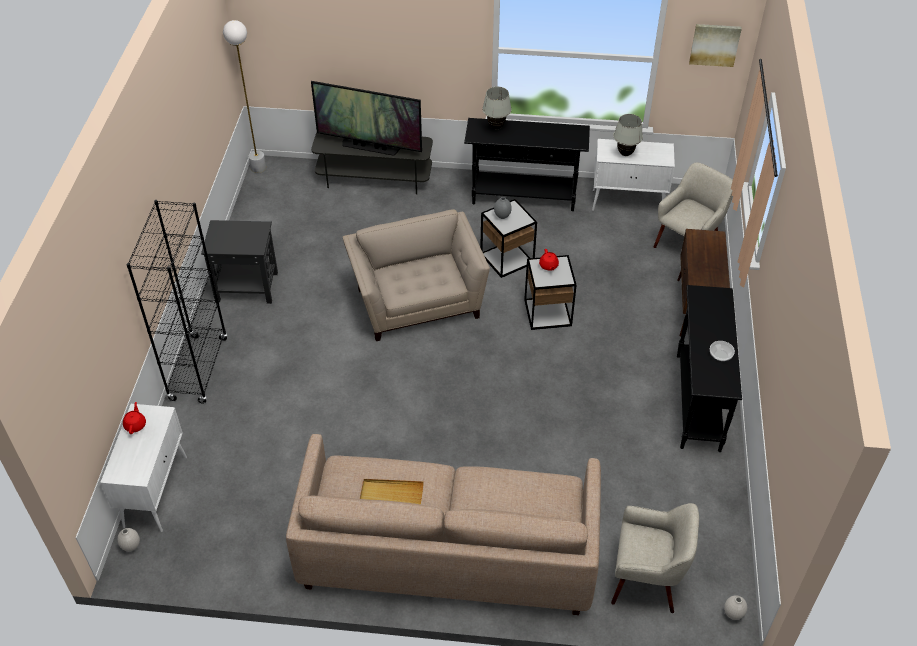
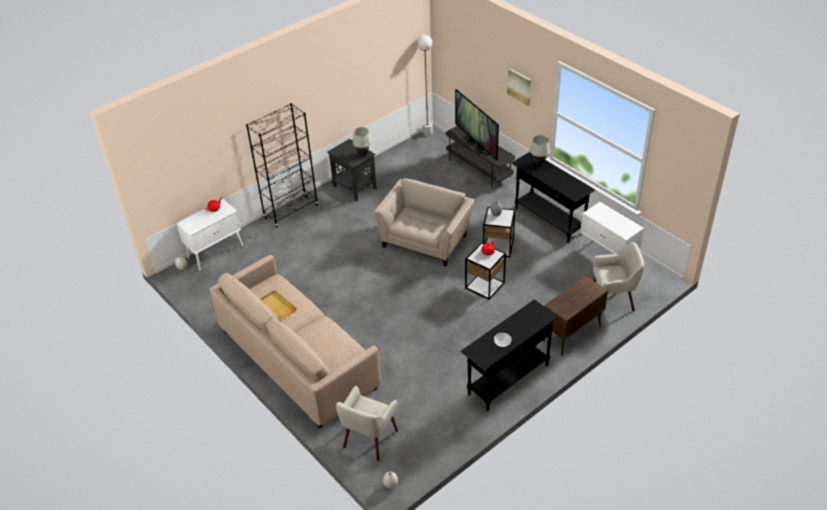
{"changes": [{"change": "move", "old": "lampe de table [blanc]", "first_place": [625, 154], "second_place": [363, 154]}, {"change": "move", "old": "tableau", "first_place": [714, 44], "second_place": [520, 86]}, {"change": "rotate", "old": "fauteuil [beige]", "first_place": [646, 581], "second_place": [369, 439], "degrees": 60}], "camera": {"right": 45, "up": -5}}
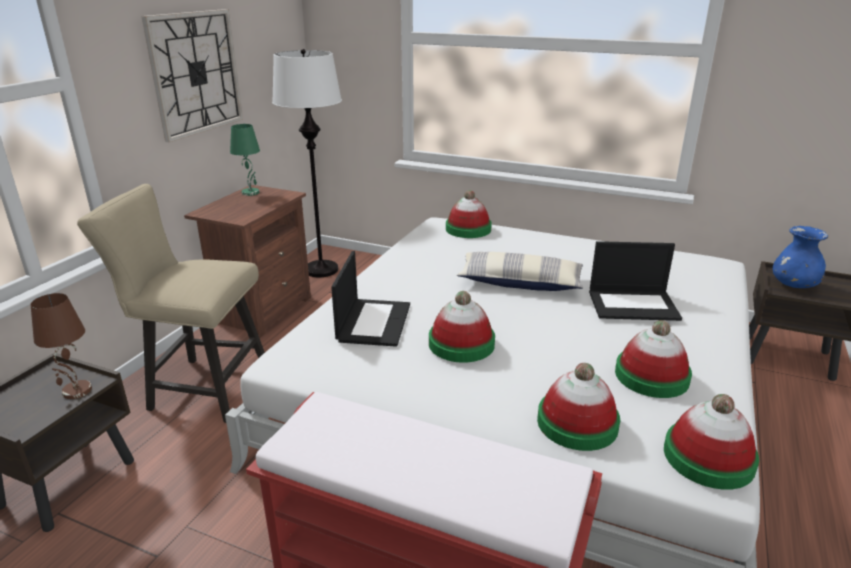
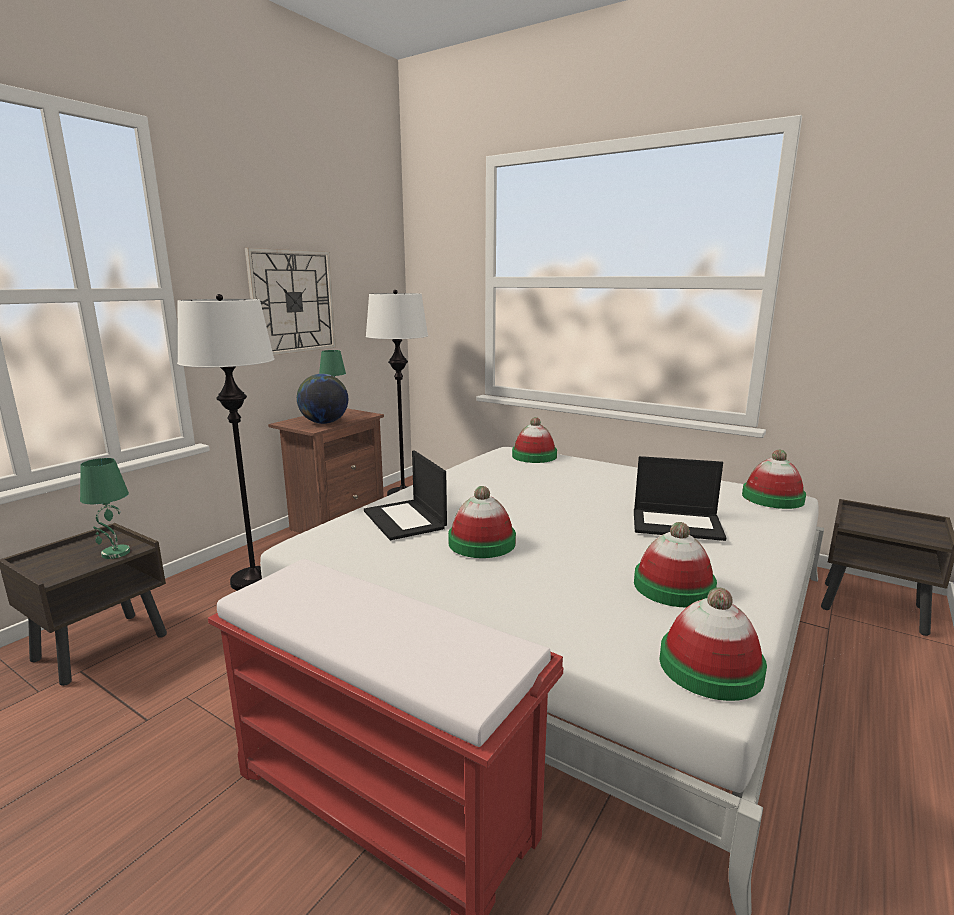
{"changes": [{"change": "delete", "old": "coussin", "first_place": [520, 282]}, {"change": "delete", "old": "vase [bleu]", "first_place": [793, 285]}, {"change": "insert", "new": "globe", "second_place": [324, 423]}, {"change": "move", "old": "chapeau", "first_place": [577, 423], "second_place": [772, 498]}, {"change": "replace", "old": "chaise [beige]", "new": "lampadaire [blanc]", "first_place": [201, 387], "second_place": [254, 580]}, {"change": "recolor", "old": "lampe de table [marron]", "new": "lampe de table [vert]", "first_place": [76, 391], "second_place": [115, 553]}, {"change": "rotate", "old": "ordinateur portable", "first_place": [373, 322], "second_place": [405, 520], "degrees": 135}], "camera": {"right": 10, "up": -10}}
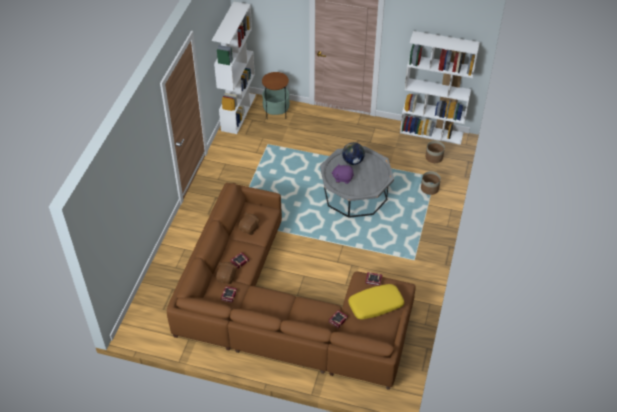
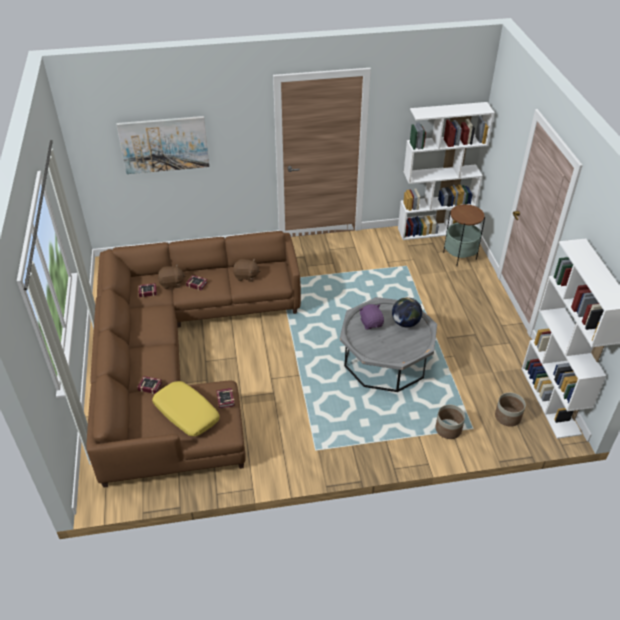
{"changes": [{"change": "insert", "new": "tableau", "second_place": [164, 144]}], "camera": {"right": 65, "up": -5}}
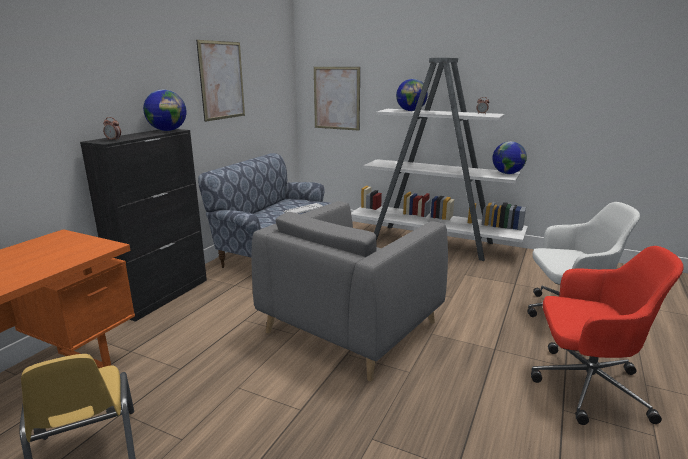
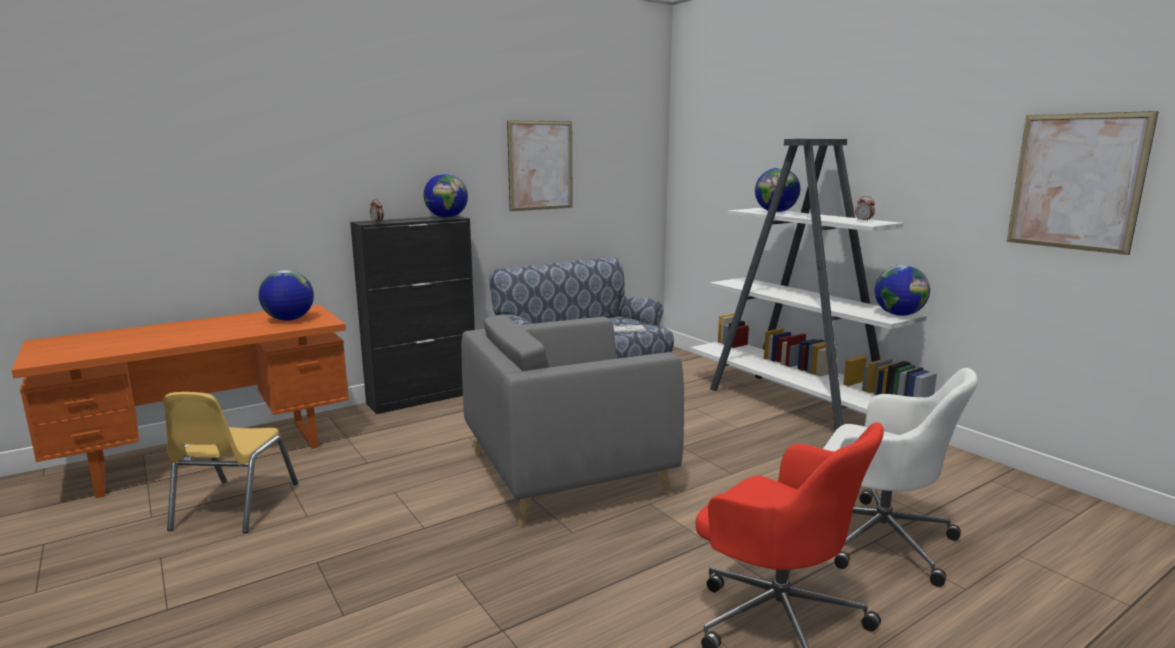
{"changes": [{"change": "insert", "new": "globe", "second_place": [289, 319]}, {"change": "move", "old": "tableau", "first_place": [336, 98], "second_place": [1076, 182]}], "camera": {"right": 30, "up": -5}}
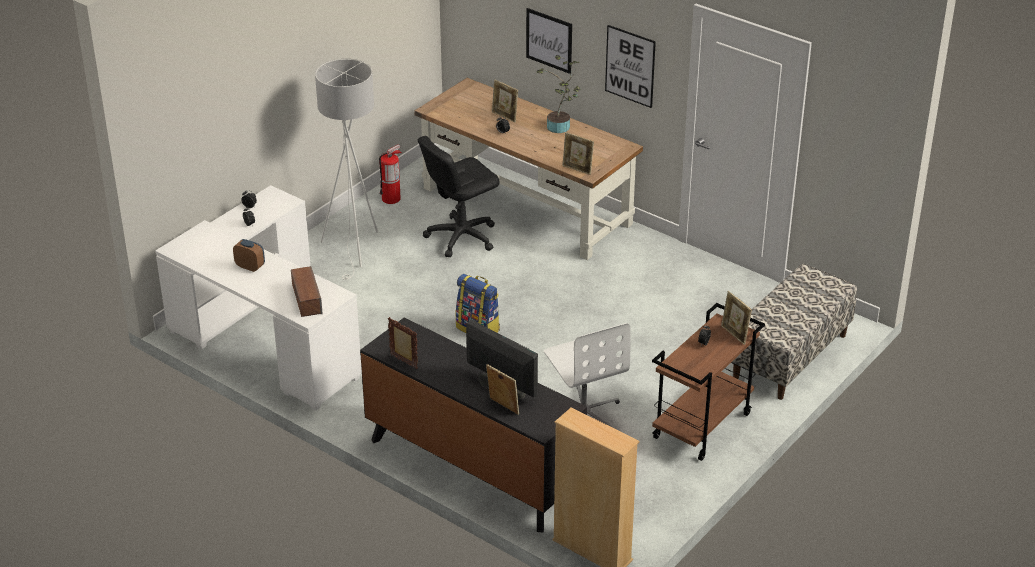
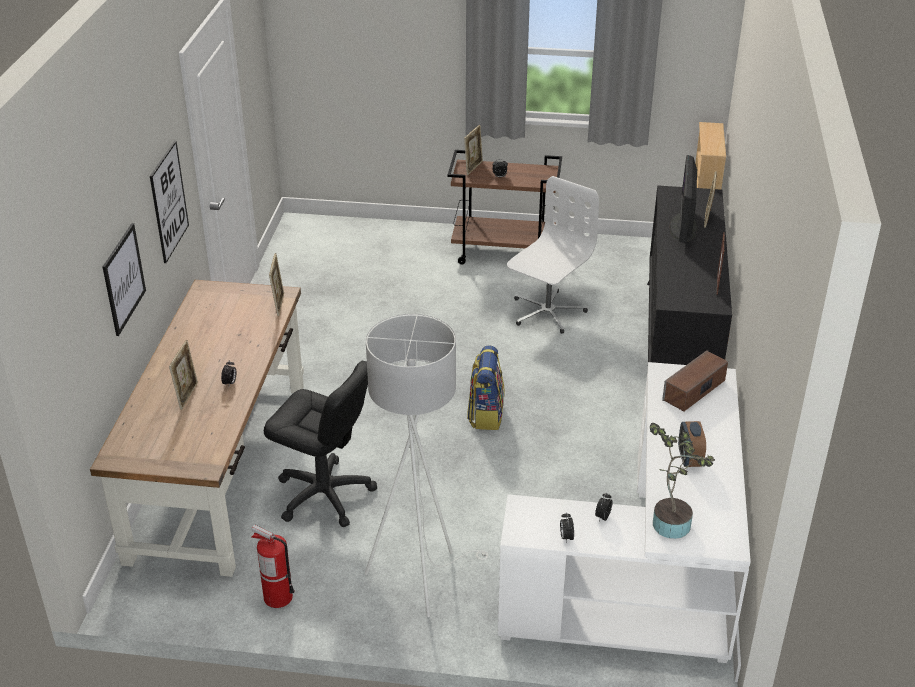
{"changes": [{"change": "delete", "old": "banc", "first_place": [790, 356]}, {"change": "move", "old": "plante en pot", "first_place": [560, 128], "second_place": [671, 521]}], "camera": {"right": -120, "up": 0}}
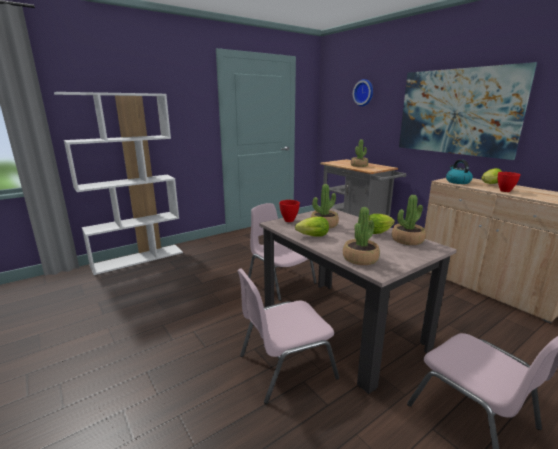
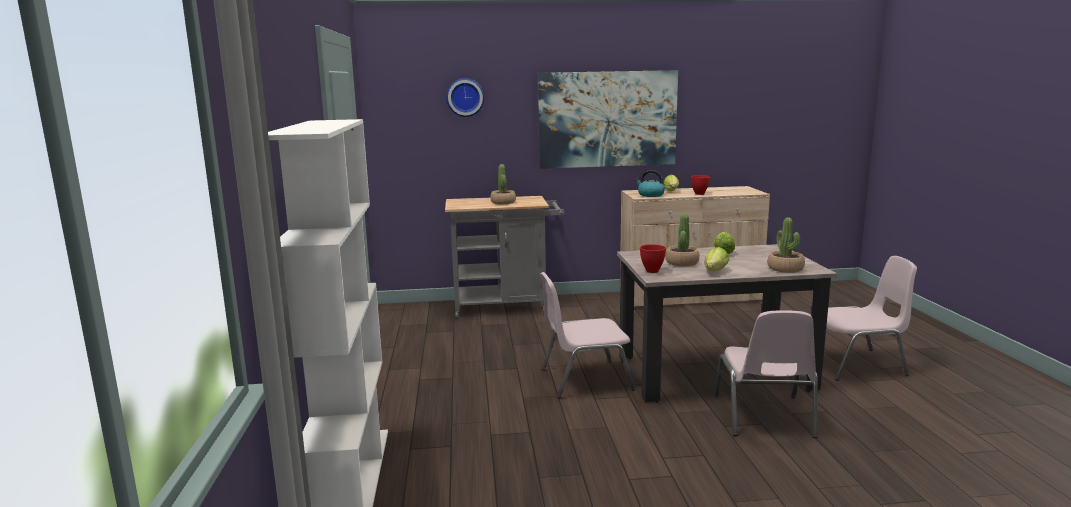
{"changes": [{"change": "delete", "old": "plante en pot", "first_place": [407, 240]}], "camera": {"right": -60, "up": -5}}
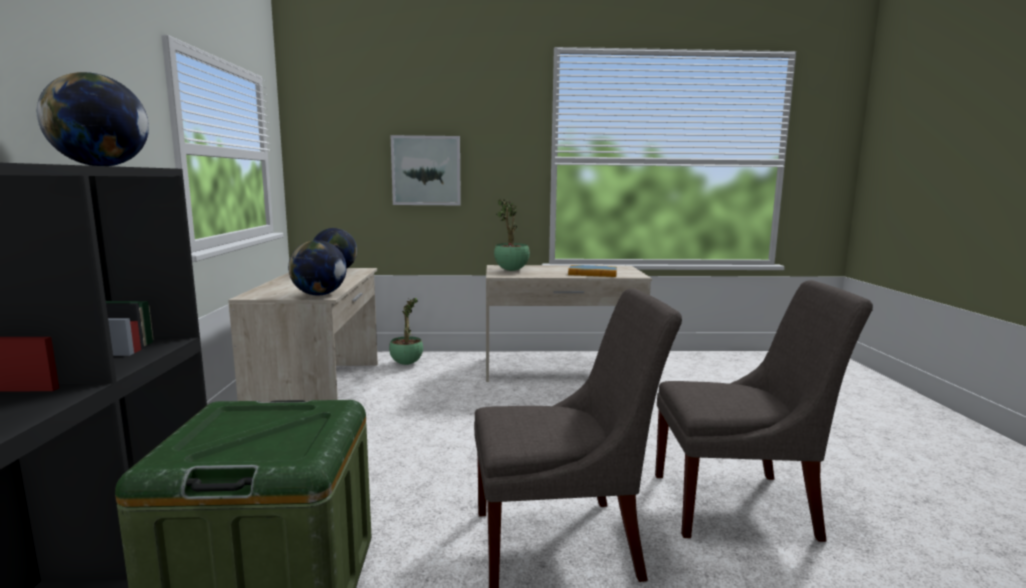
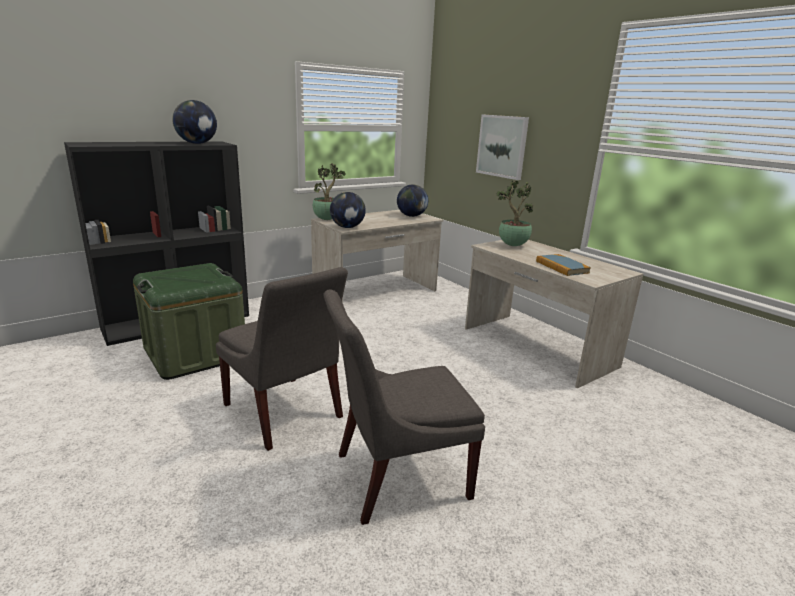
{"changes": [{"change": "move", "old": "plante en pot", "first_place": [406, 363], "second_place": [327, 219]}, {"change": "rotate", "old": "chaise [gris]", "first_place": [740, 505], "second_place": [395, 476], "degrees": 105}], "camera": {"right": 55, "up": 10}}
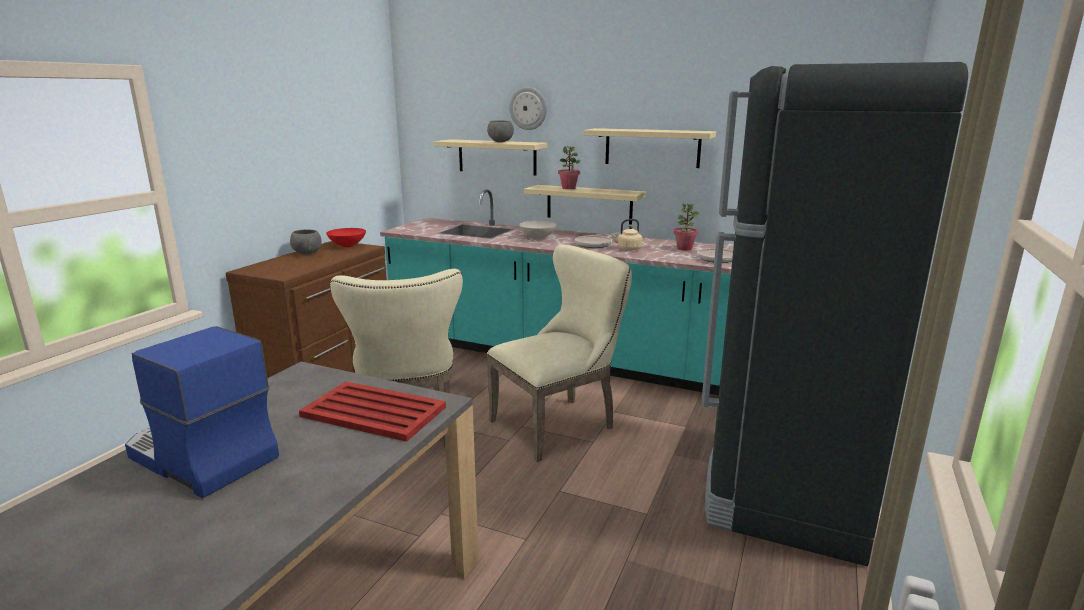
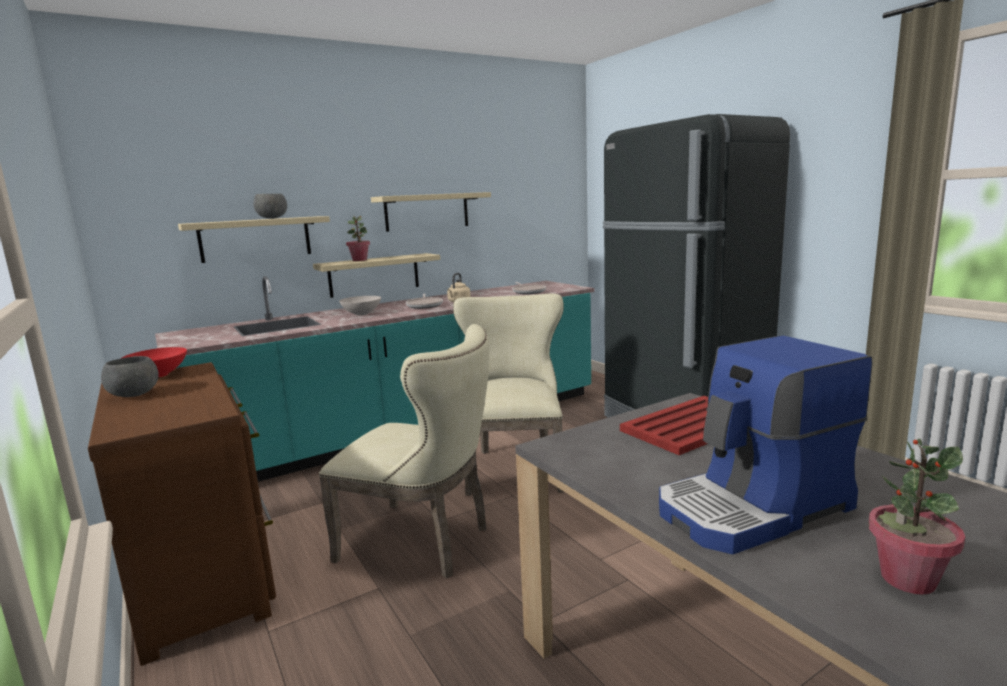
{"changes": [{"change": "delete", "old": "horloge murale", "first_place": [528, 108]}, {"change": "move", "old": "plante en pot", "first_place": [684, 248], "second_place": [907, 579]}], "camera": {"right": -55, "up": -5}}
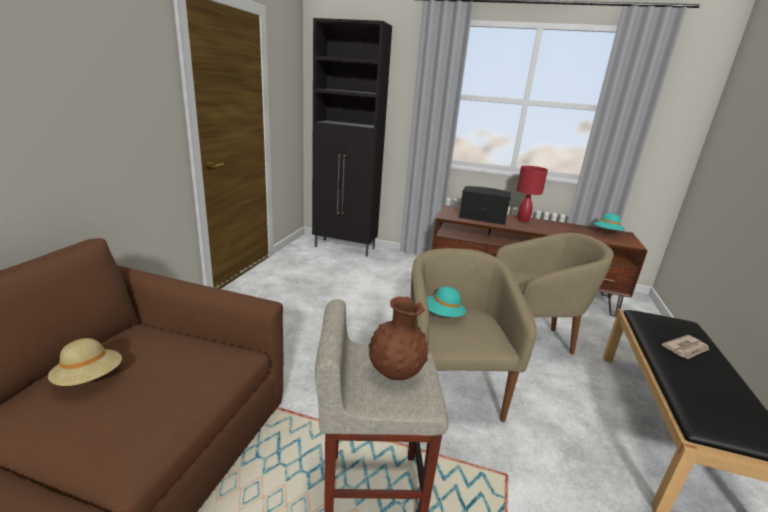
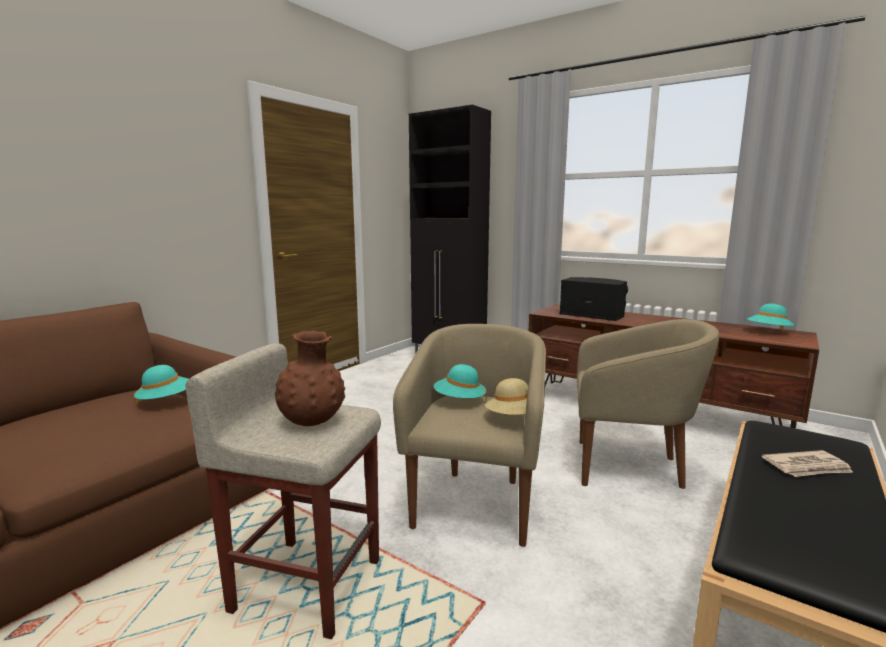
{"changes": [{"change": "delete", "old": "lampe de table [rouge]", "first_place": [523, 220]}, {"change": "insert", "new": "chapeau [turquoise]", "second_place": [166, 401]}, {"change": "move", "old": "chapeau [beige]", "first_place": [89, 379], "second_place": [514, 418]}], "camera": {"right": 20, "up": -10}}
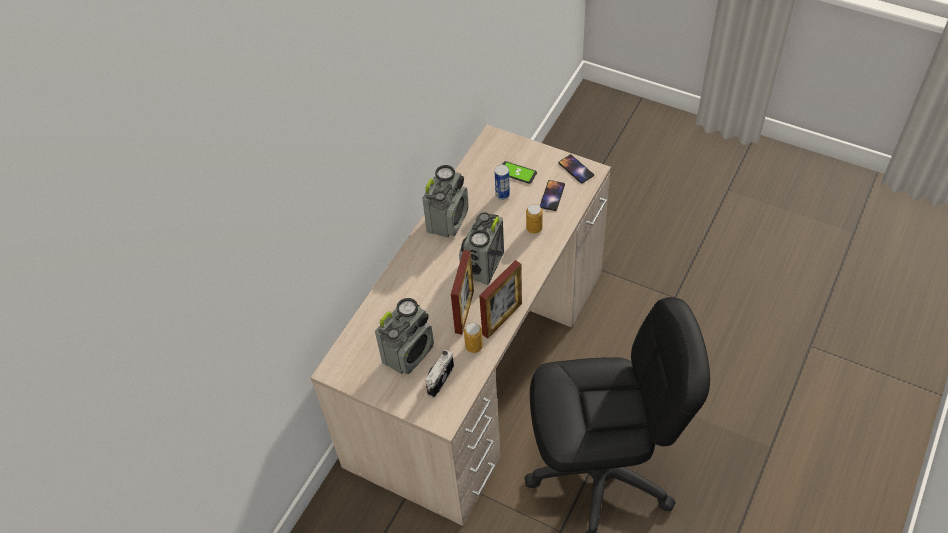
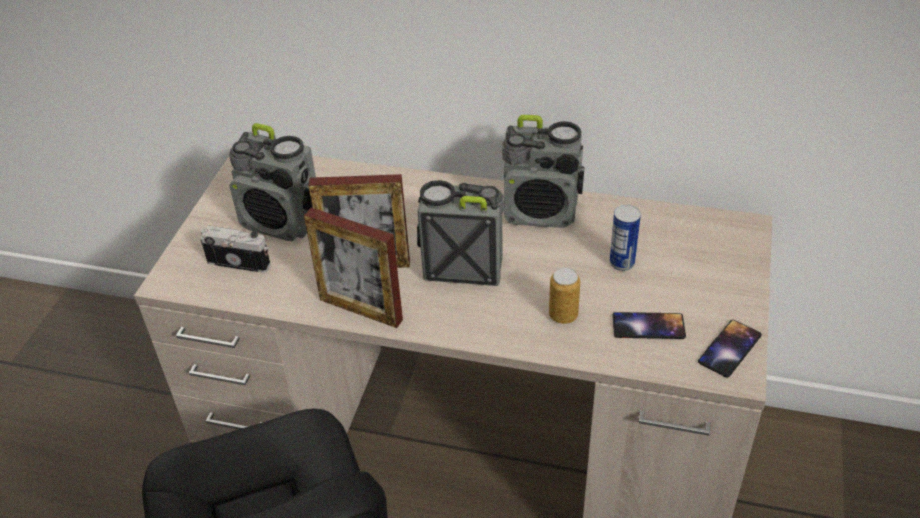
{"changes": [{"change": "delete", "old": "boîte métallique", "first_place": [474, 346]}, {"change": "delete", "old": "téléphone", "first_place": [517, 173]}], "camera": {"right": 75, "up": -10}}
